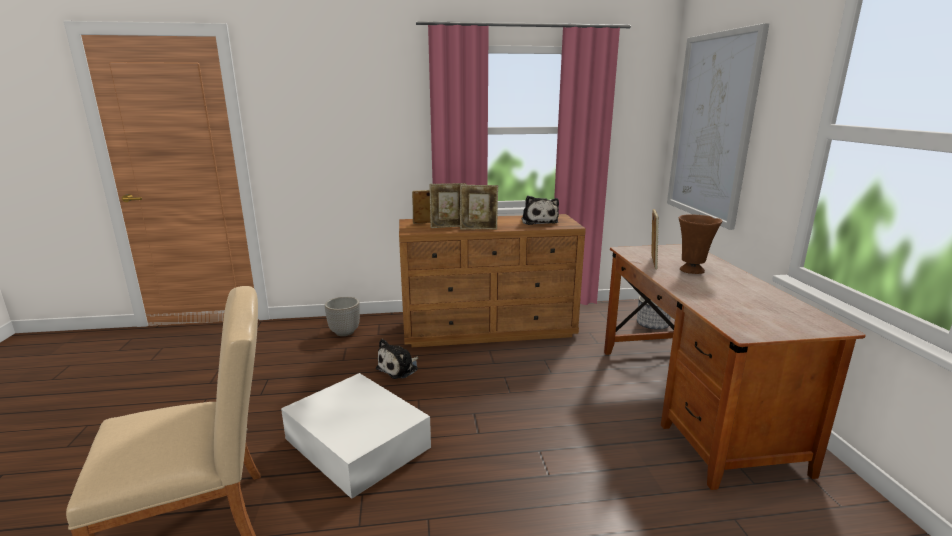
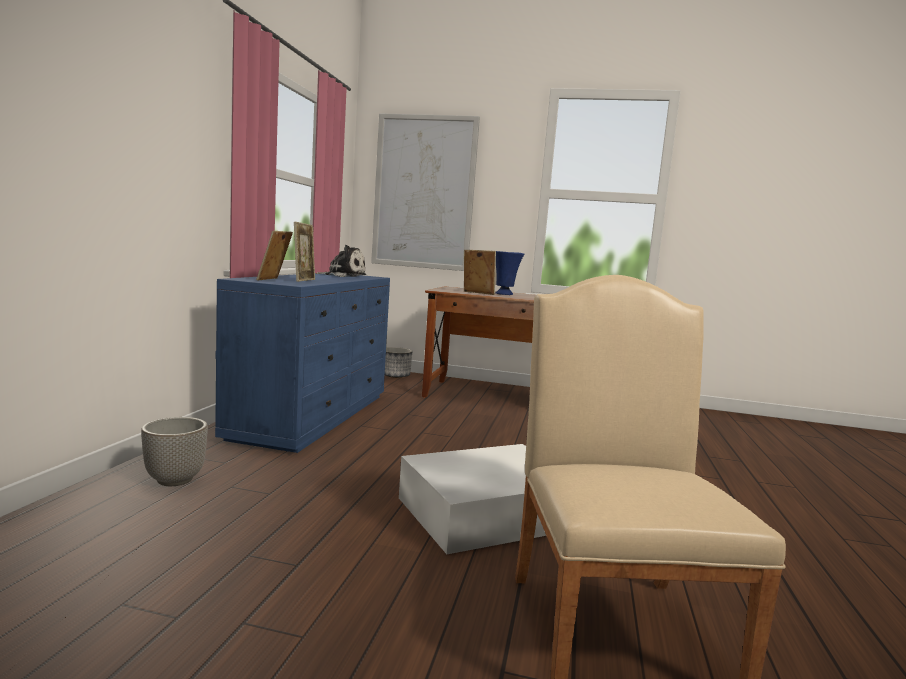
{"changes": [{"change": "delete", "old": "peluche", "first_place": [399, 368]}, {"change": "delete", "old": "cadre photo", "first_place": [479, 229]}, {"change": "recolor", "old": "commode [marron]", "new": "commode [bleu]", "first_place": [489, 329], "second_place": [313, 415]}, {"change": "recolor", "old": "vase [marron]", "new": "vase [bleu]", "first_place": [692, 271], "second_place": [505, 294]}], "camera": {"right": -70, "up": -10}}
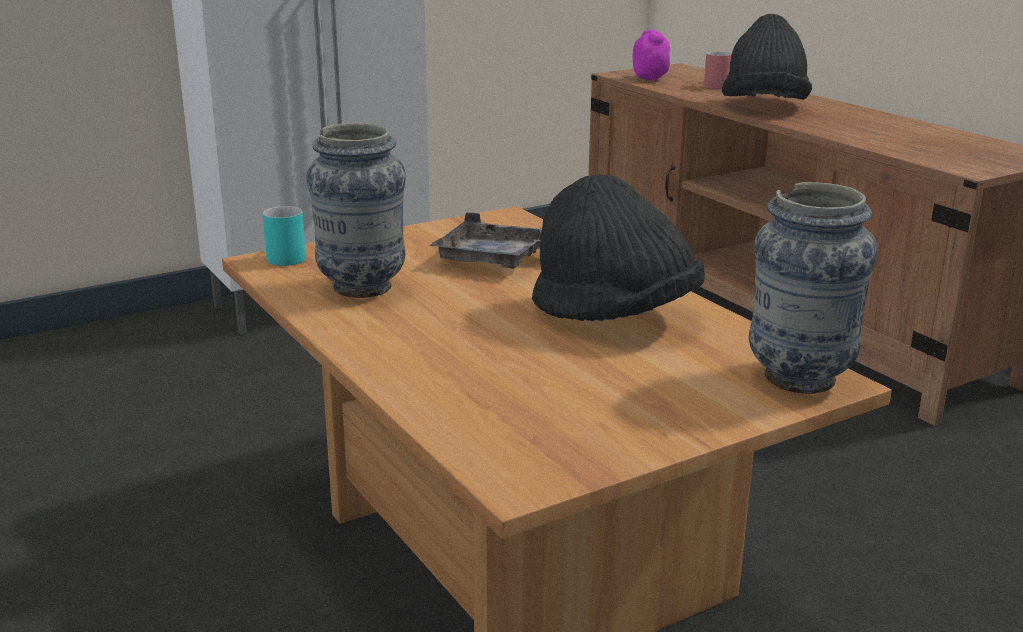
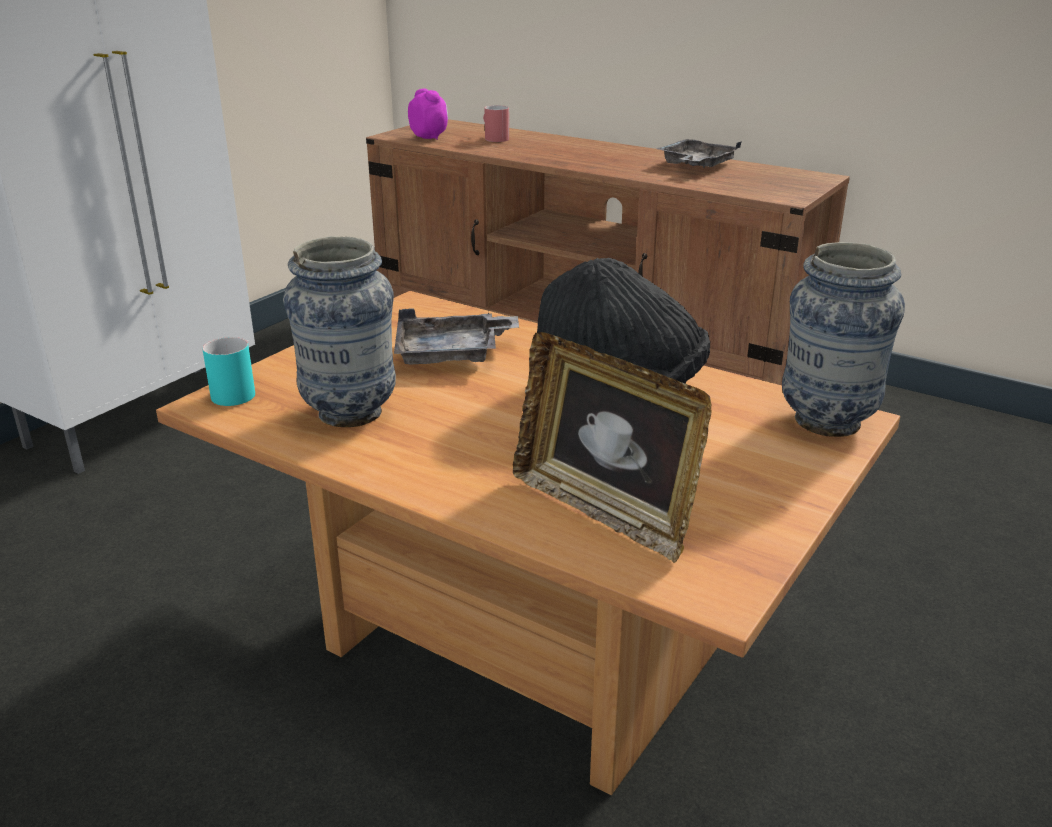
{"changes": [{"change": "delete", "old": "chapeau [noir]", "first_place": [764, 107]}, {"change": "insert", "new": "cadre photo", "second_place": [604, 510]}, {"change": "insert", "new": "plateau [gris]", "second_place": [696, 165]}], "camera": {"right": -25, "up": 5}}
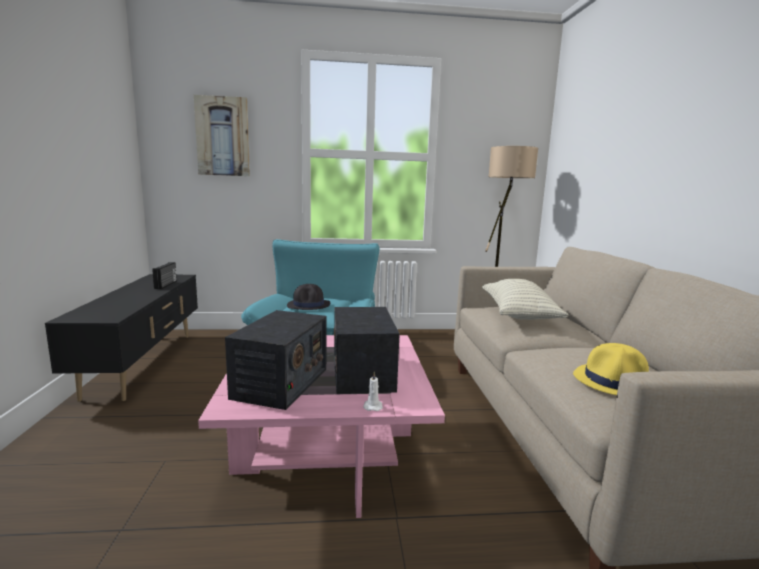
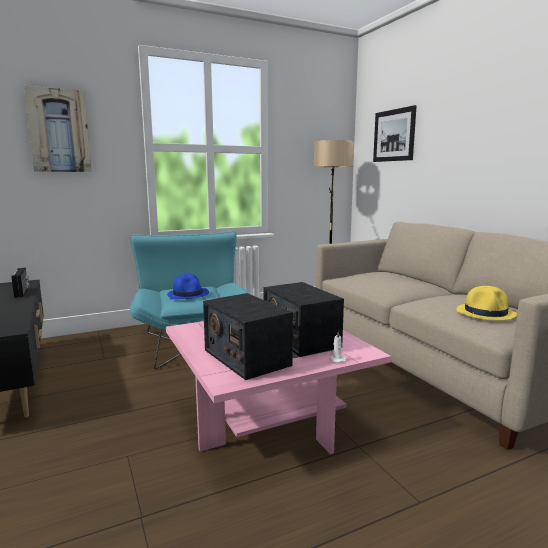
{"changes": [{"change": "delete", "old": "coussin", "first_place": [518, 314]}, {"change": "insert", "new": "tableau", "second_place": [394, 135]}, {"change": "recolor", "old": "chapeau [noir]", "new": "chapeau [bleu]", "first_place": [309, 305], "second_place": [188, 294]}, {"change": "rotate", "old": "radio", "first_place": [281, 383], "second_place": [246, 357], "degrees": 150}], "camera": {"right": -20, "up": 0}}
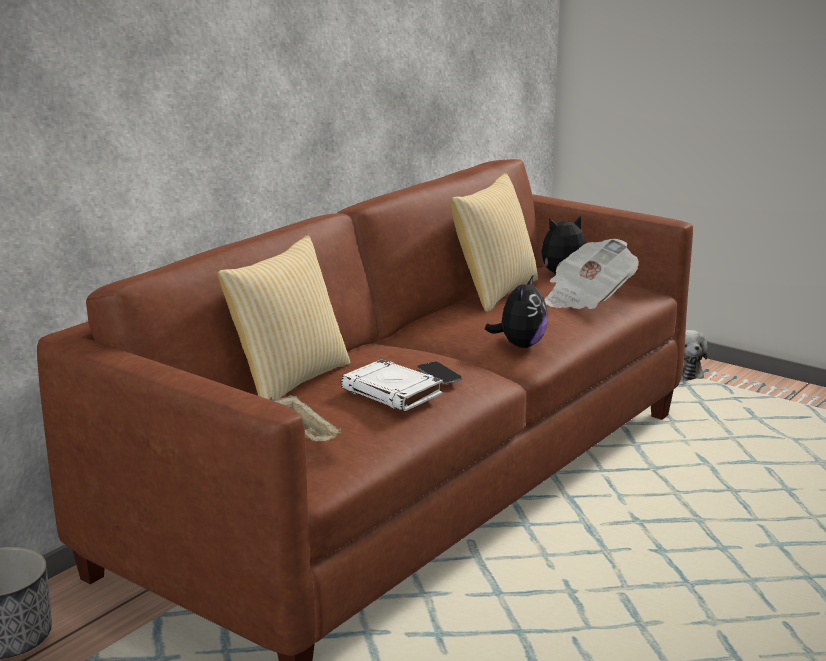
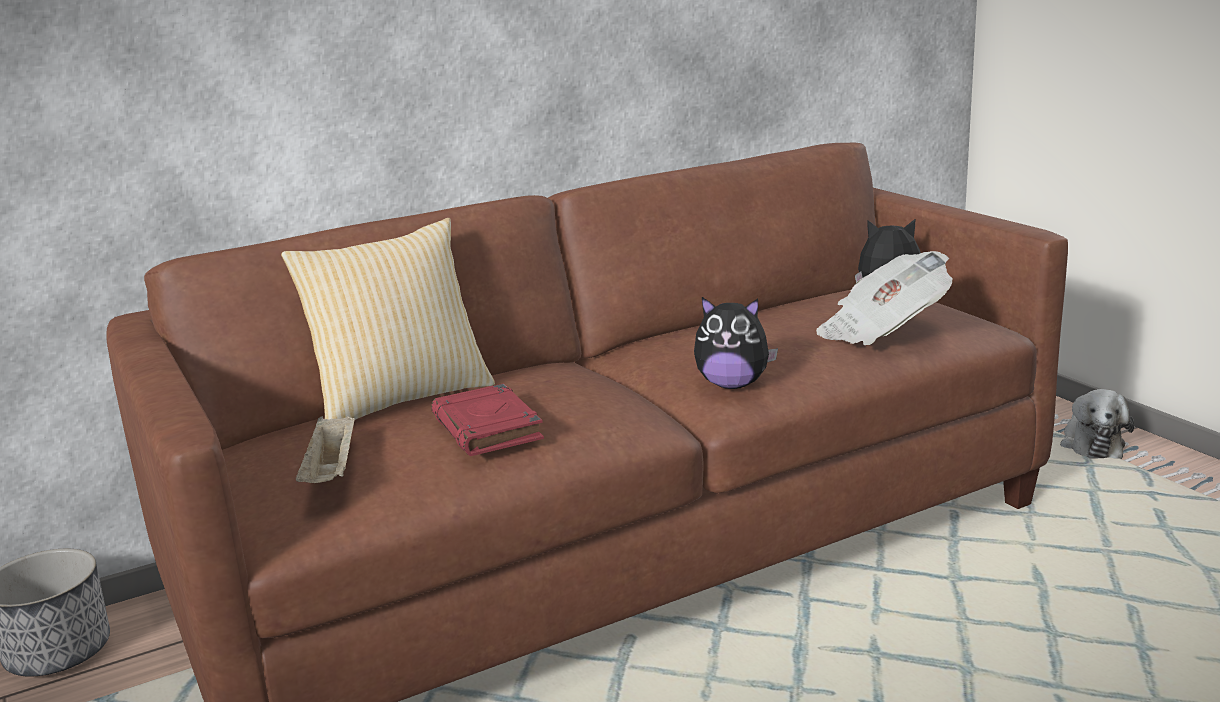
{"changes": [{"change": "delete", "old": "téléphone", "first_place": [439, 374]}, {"change": "delete", "old": "coussin", "first_place": [493, 293]}, {"change": "recolor", "old": "livre [blanc]", "new": "livre [rouge]", "first_place": [393, 392], "second_place": [488, 428]}, {"change": "rotate", "old": "peluche", "first_place": [520, 345], "second_place": [732, 385], "degrees": 60}], "camera": {"right": 25, "up": 0}}
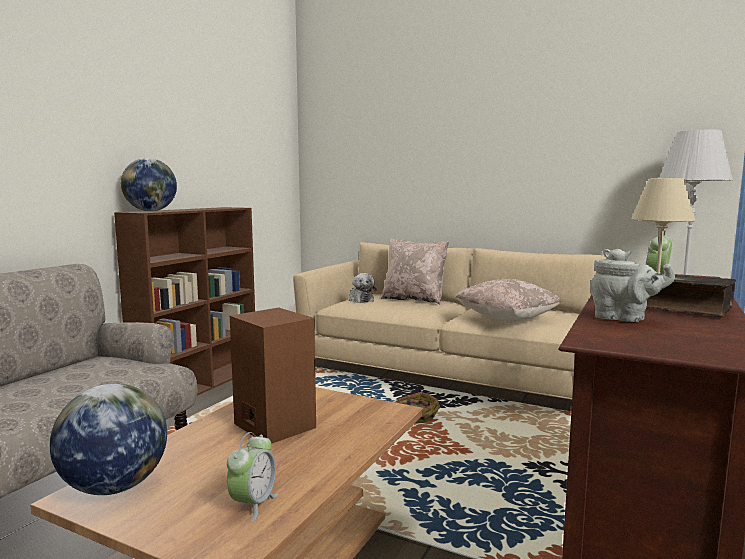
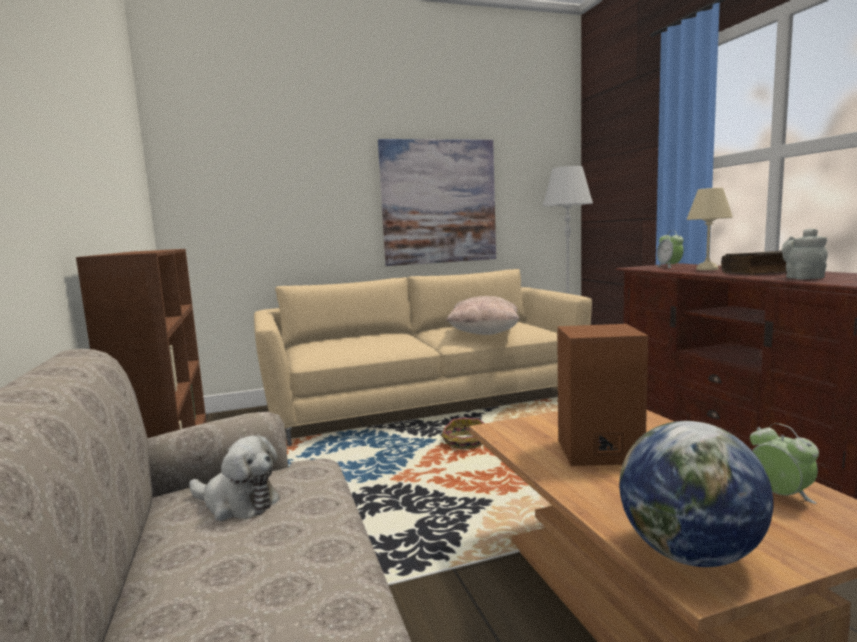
{"changes": [{"change": "delete", "old": "globe", "first_place": [151, 211]}, {"change": "delete", "old": "coussin [beige]", "first_place": [414, 299]}, {"change": "insert", "new": "tableau", "second_place": [439, 202]}, {"change": "move", "old": "peluche", "first_place": [360, 299], "second_place": [237, 503]}, {"change": "rotate", "old": "théière [gris]", "first_place": [623, 319], "second_place": [802, 278], "degrees": -75}], "camera": {"right": -45, "up": 0}}
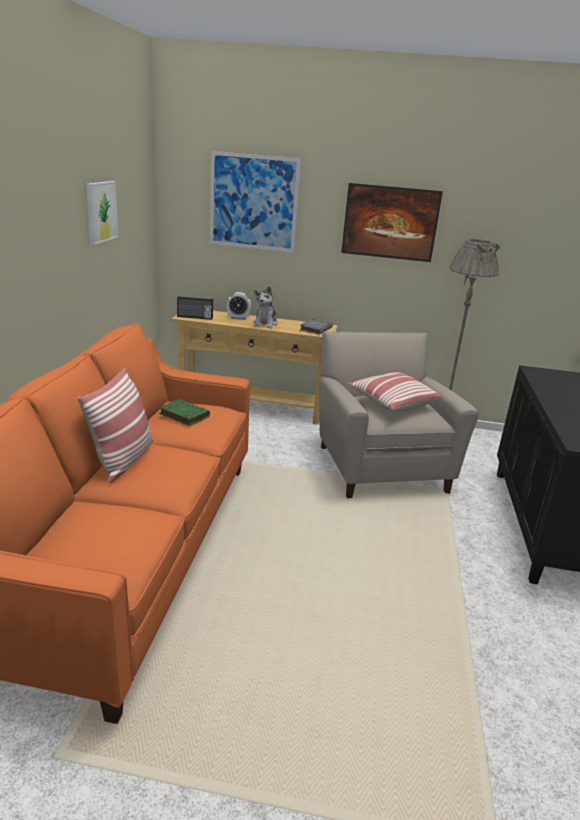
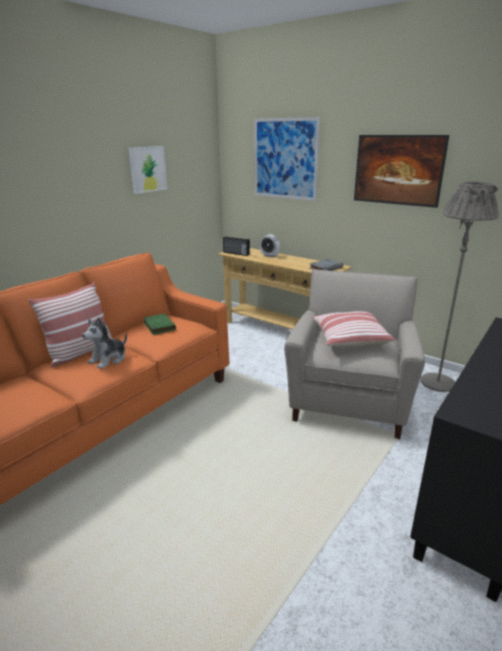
{"changes": [{"change": "move", "old": "peluche", "first_place": [265, 324], "second_place": [109, 359]}], "camera": {"right": 30, "up": 0}}
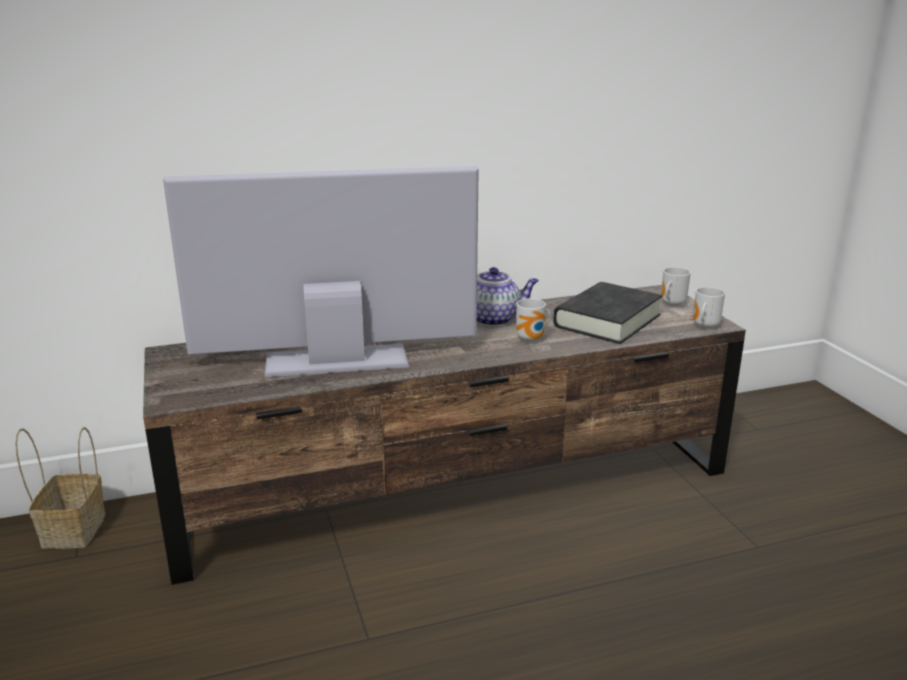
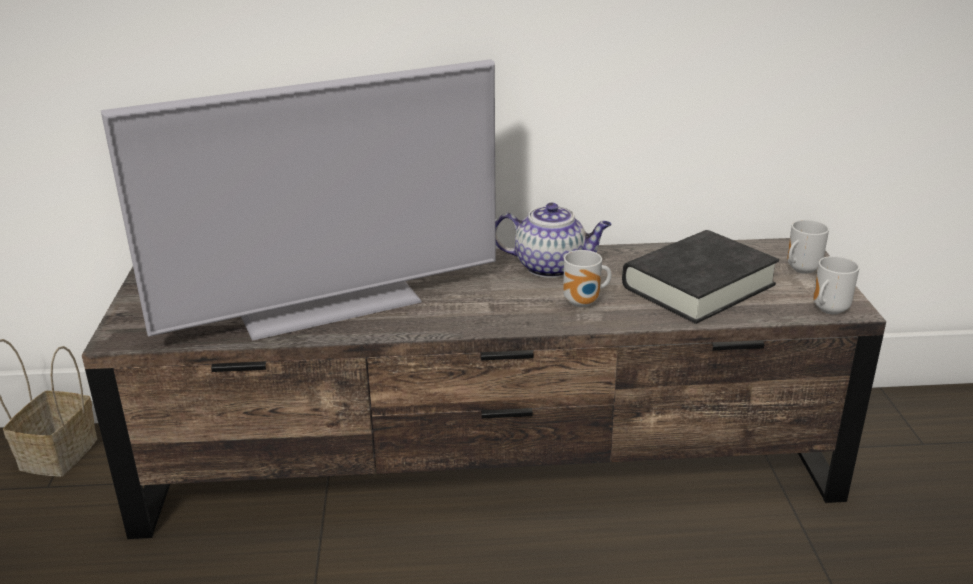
{"changes": [{"change": "rotate", "old": "téléviseur", "first_place": [336, 361], "second_place": [330, 306], "degrees": 150}], "camera": {"right": 15, "up": 5}}
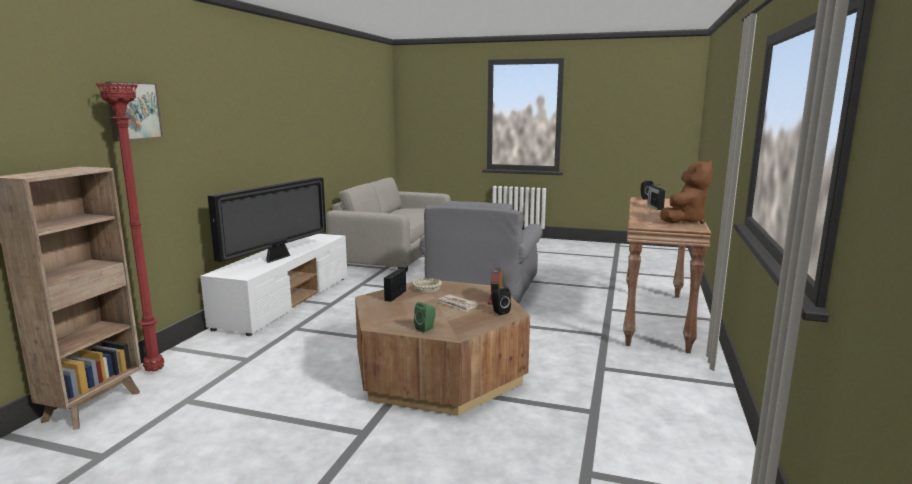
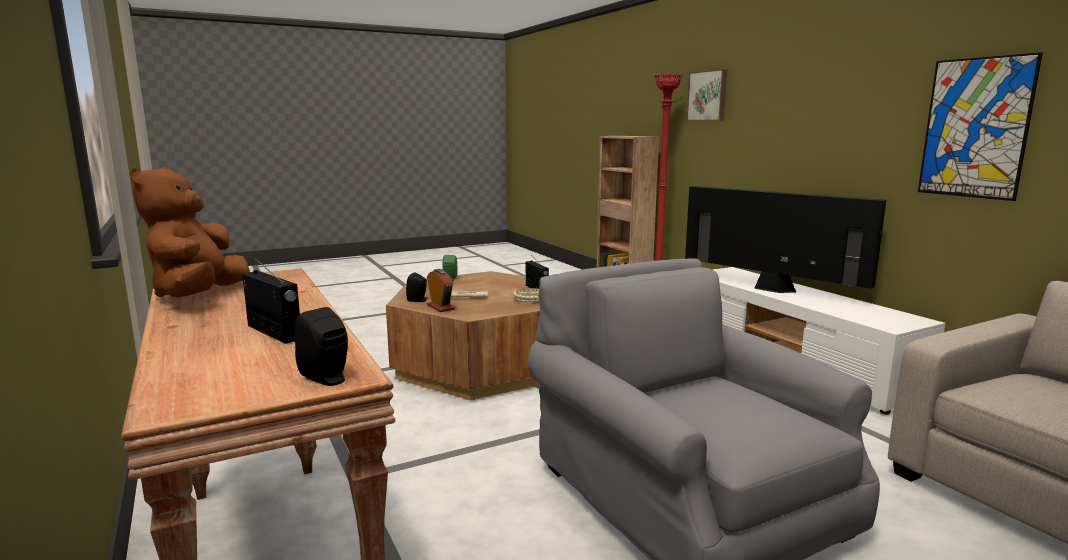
{"changes": [{"change": "insert", "new": "tableau", "second_place": [975, 128]}, {"change": "rotate", "old": "téléviseur", "first_place": [277, 258], "second_place": [770, 289], "degrees": 150}], "camera": {"right": 135, "up": 0}}
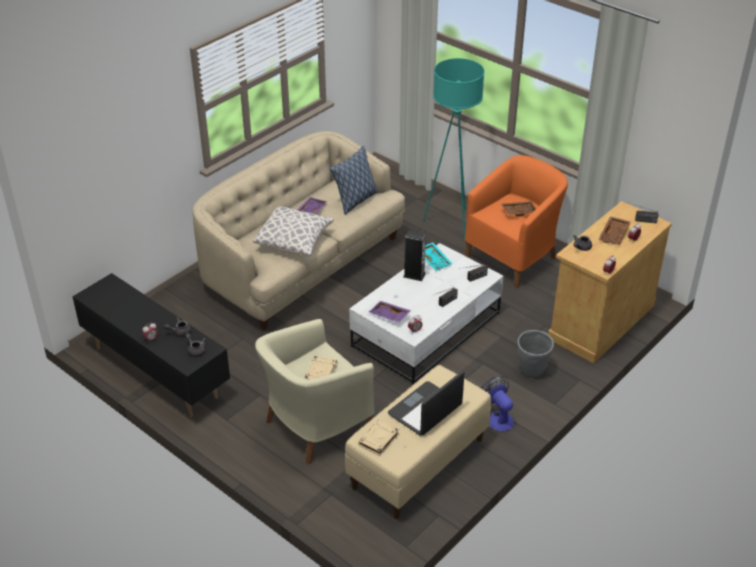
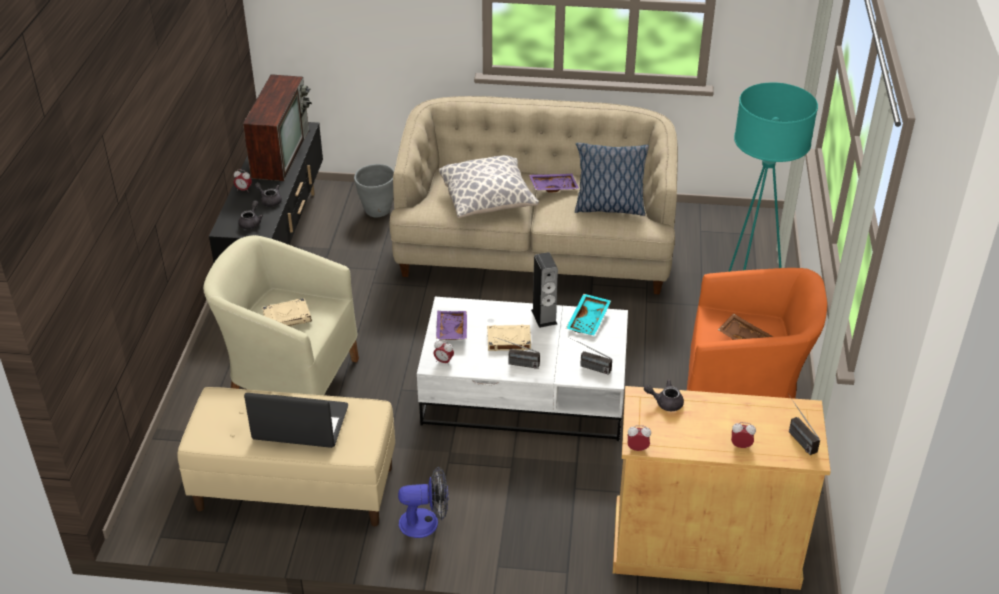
{"changes": [{"change": "delete", "old": "plateau [marron]", "first_place": [614, 235]}, {"change": "insert", "new": "téléviseur", "second_place": [280, 152]}, {"change": "move", "old": "livre [beige]", "first_place": [378, 440], "second_place": [508, 340]}, {"change": "move", "old": "cache-pot [gris]", "first_place": [532, 370], "second_place": [377, 211]}, {"change": "rotate", "old": "ventilateur", "first_place": [497, 418], "second_place": [426, 522], "degrees": 60}], "camera": {"right": 55, "up": 0}}
